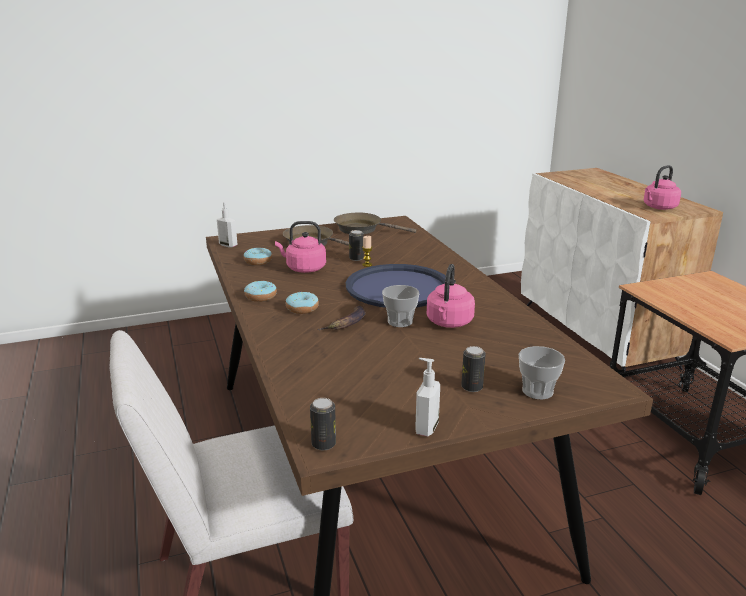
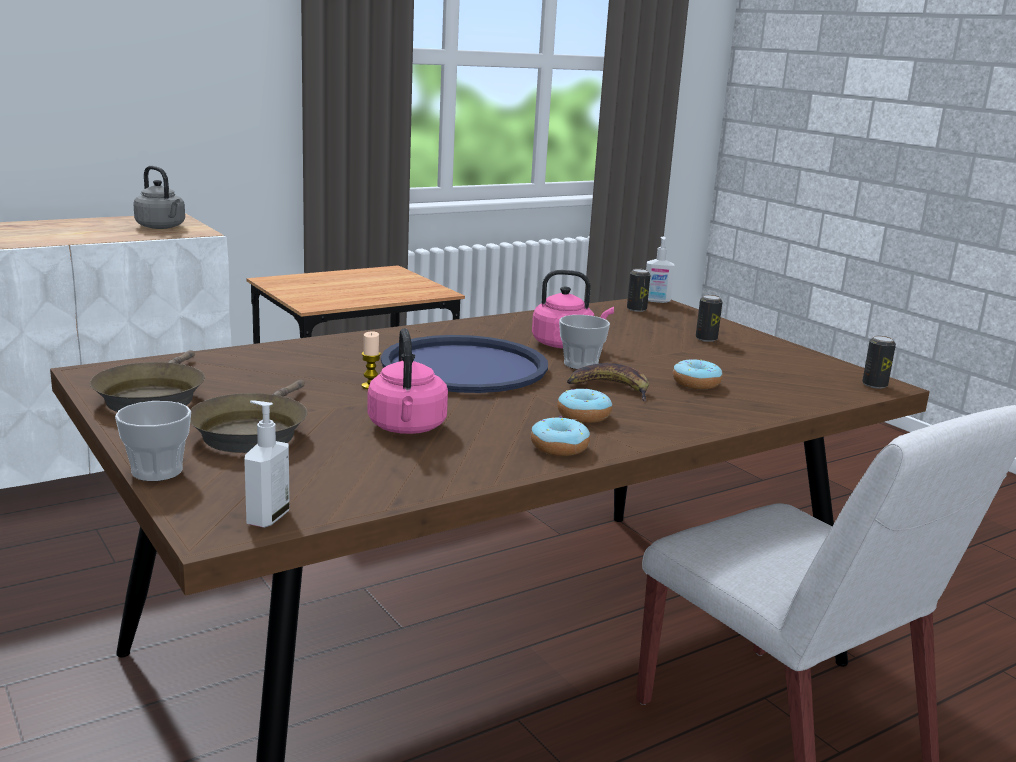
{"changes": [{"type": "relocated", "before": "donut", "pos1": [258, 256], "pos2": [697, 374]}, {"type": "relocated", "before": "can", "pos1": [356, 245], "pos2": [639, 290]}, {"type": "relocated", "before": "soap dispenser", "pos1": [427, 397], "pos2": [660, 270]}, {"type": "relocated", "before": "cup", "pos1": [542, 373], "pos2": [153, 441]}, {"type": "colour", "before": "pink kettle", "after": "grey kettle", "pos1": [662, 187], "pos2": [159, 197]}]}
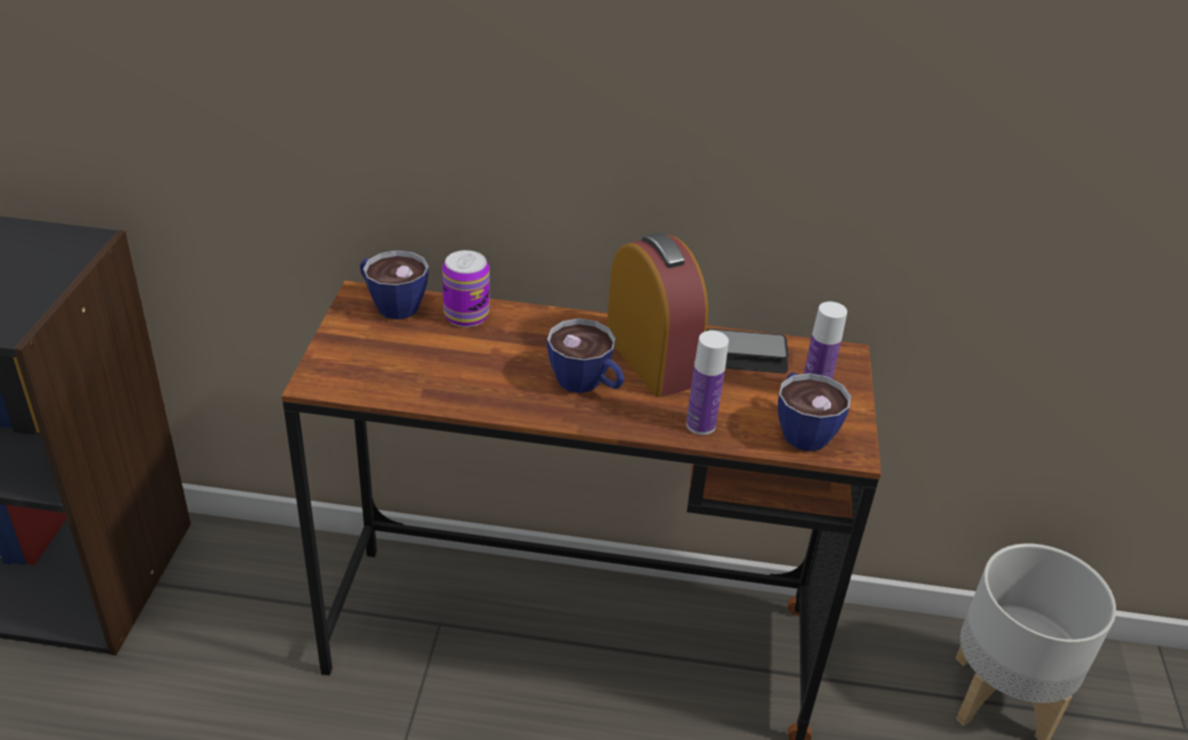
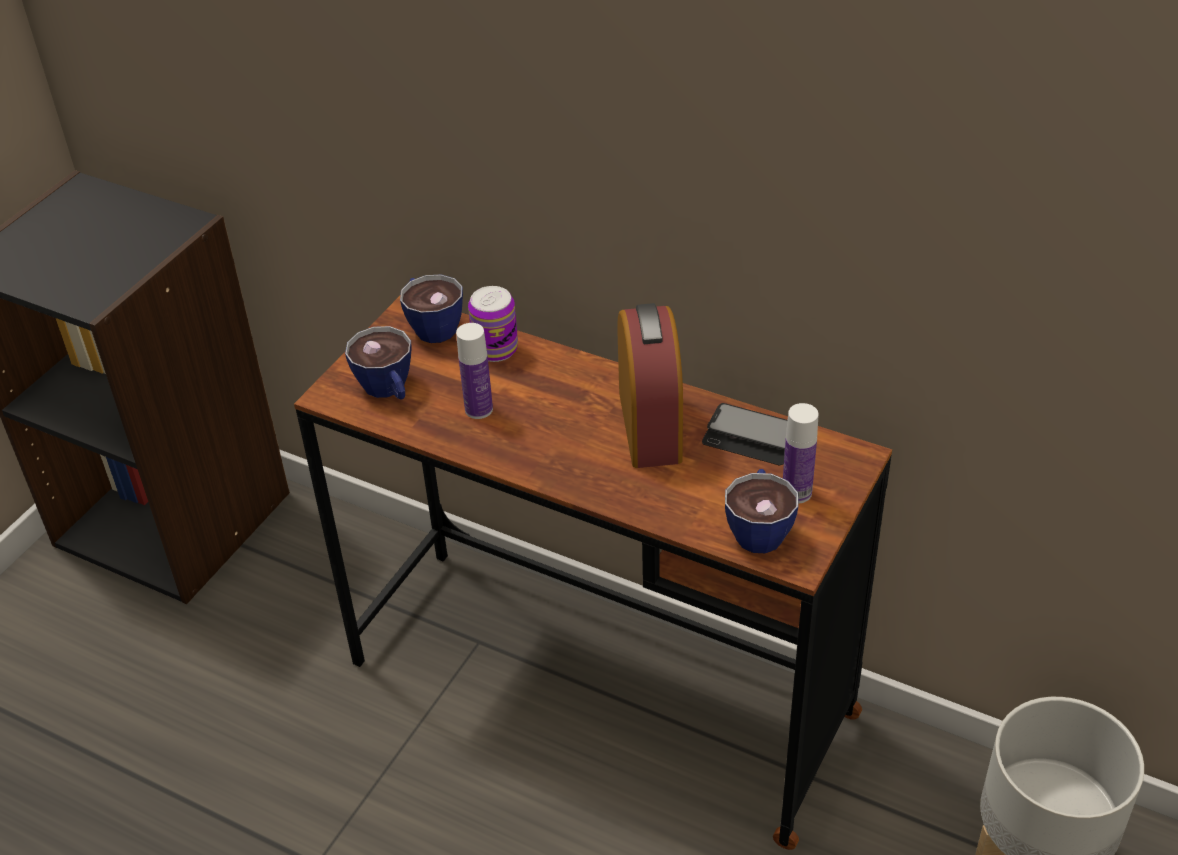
{"changes": [{"type": "relocated", "before": "cup", "pos1": [585, 355], "pos2": [378, 363]}, {"type": "relocated", "before": "bottle", "pos1": [707, 383], "pos2": [474, 371]}]}
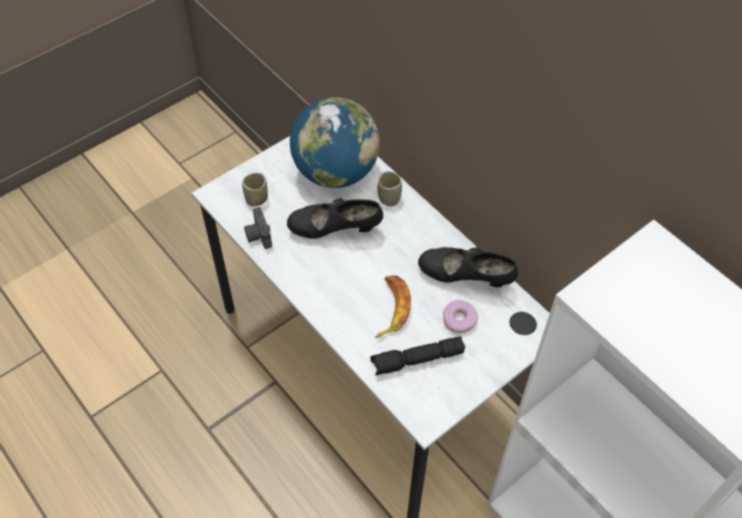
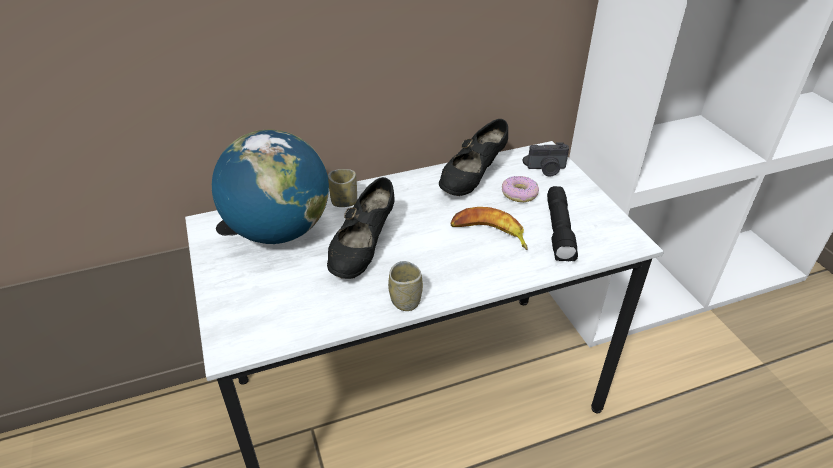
{"changes": [{"type": "relocated", "before": "cup", "pos1": [255, 190], "pos2": [405, 286]}, {"type": "relocated", "before": "photo camera", "pos1": [258, 228], "pos2": [548, 159]}]}
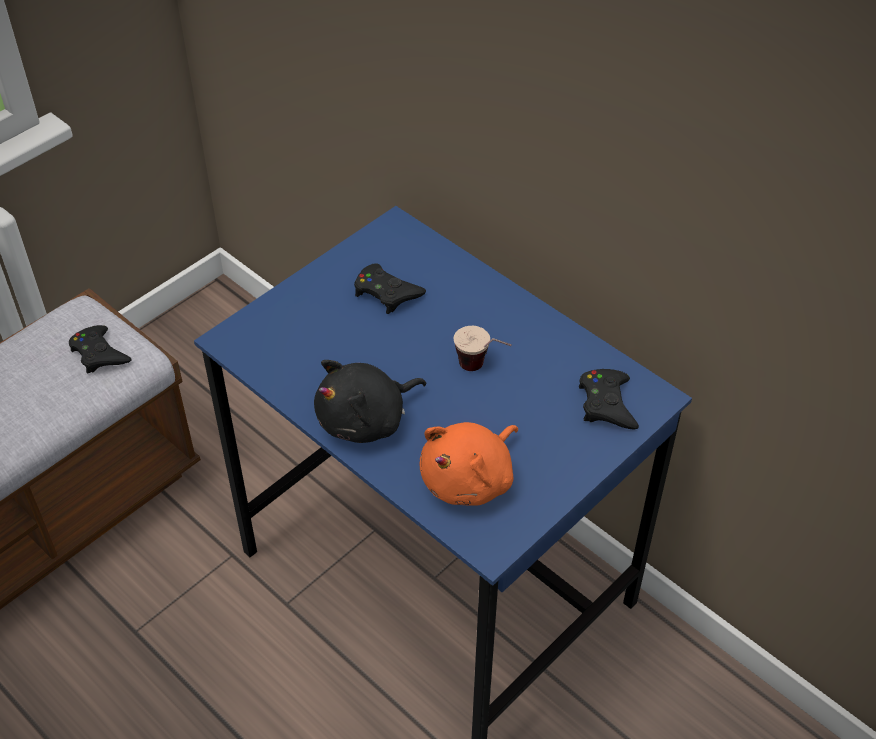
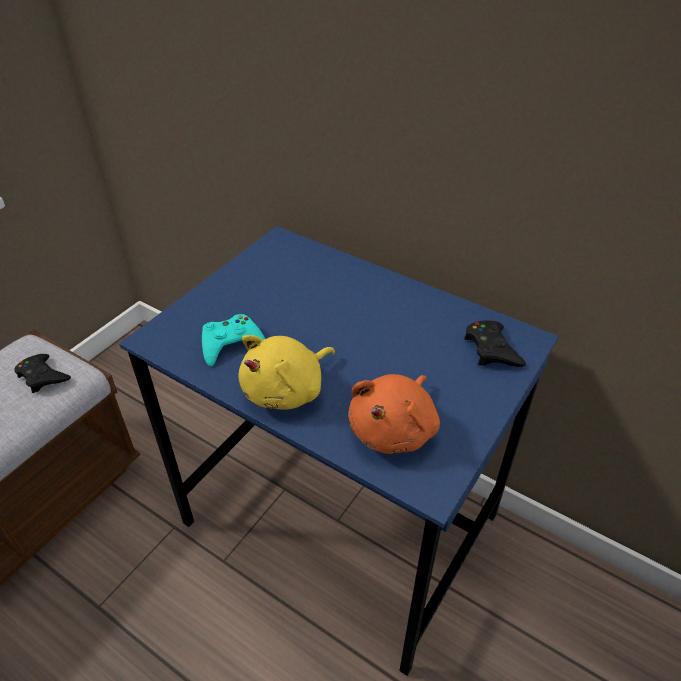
{"changes": [{"type": "colour", "before": "black plush toy", "after": "yellow plush toy", "pos1": [370, 401], "pos2": [286, 372]}, {"type": "missing", "before": "black game controller", "pos1": [390, 289]}, {"type": "missing", "before": "cup", "pos1": [483, 348]}, {"type": "appeared", "after": "turquoise game controller", "pos2": [233, 340]}]}
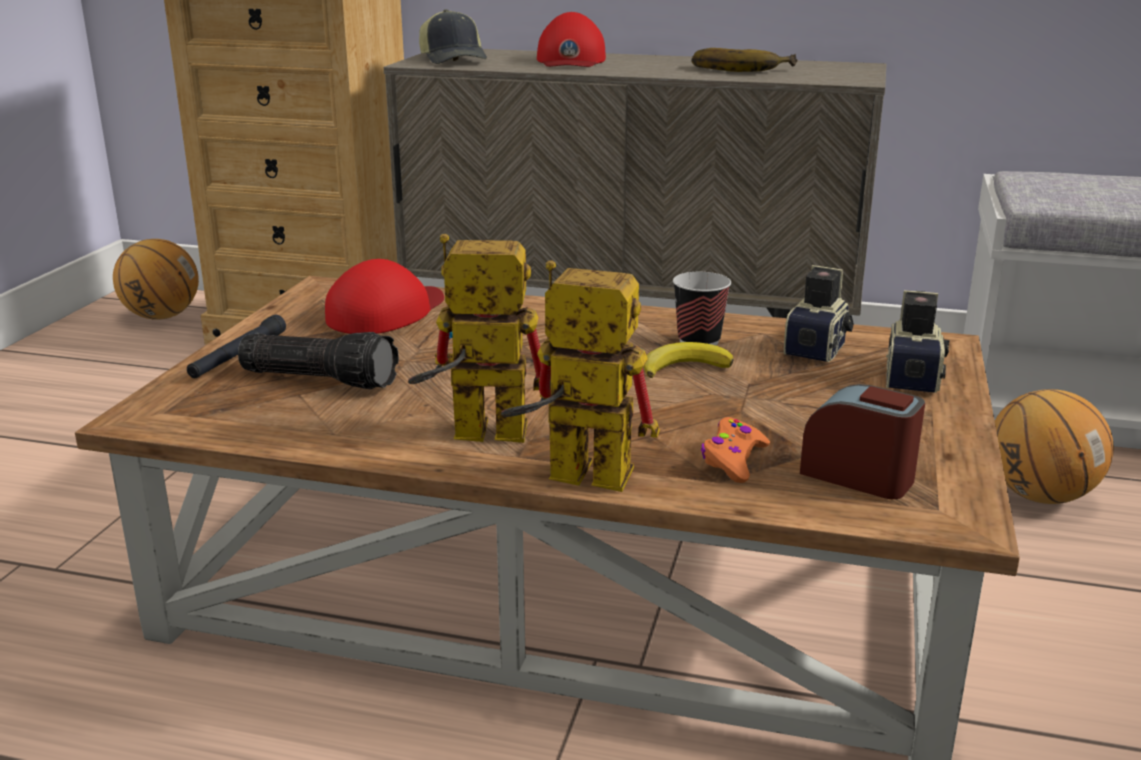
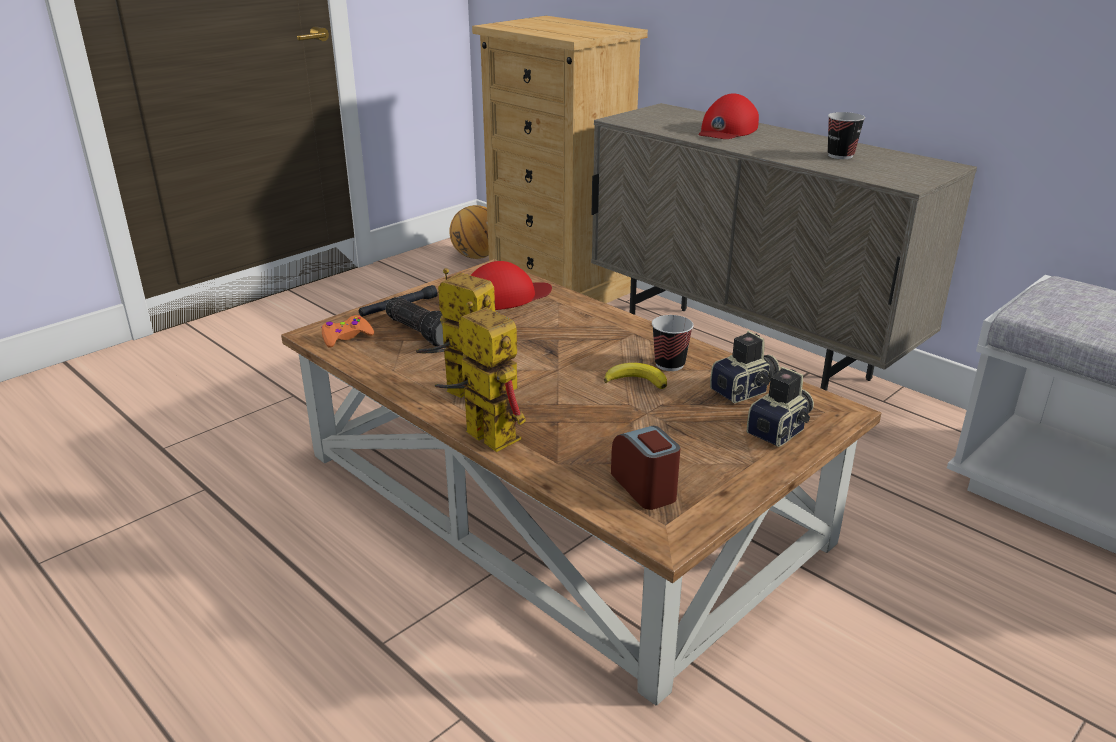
{"changes": [{"type": "missing", "before": "cap", "pos1": [453, 36]}, {"type": "exchanged", "before": "banana", "after": "cup", "pos1": [744, 60], "pos2": [846, 135]}, {"type": "relocated", "before": "orange game controller", "pos1": [735, 450], "pos2": [347, 331]}, {"type": "missing", "before": "basketball", "pos1": [1054, 446]}]}
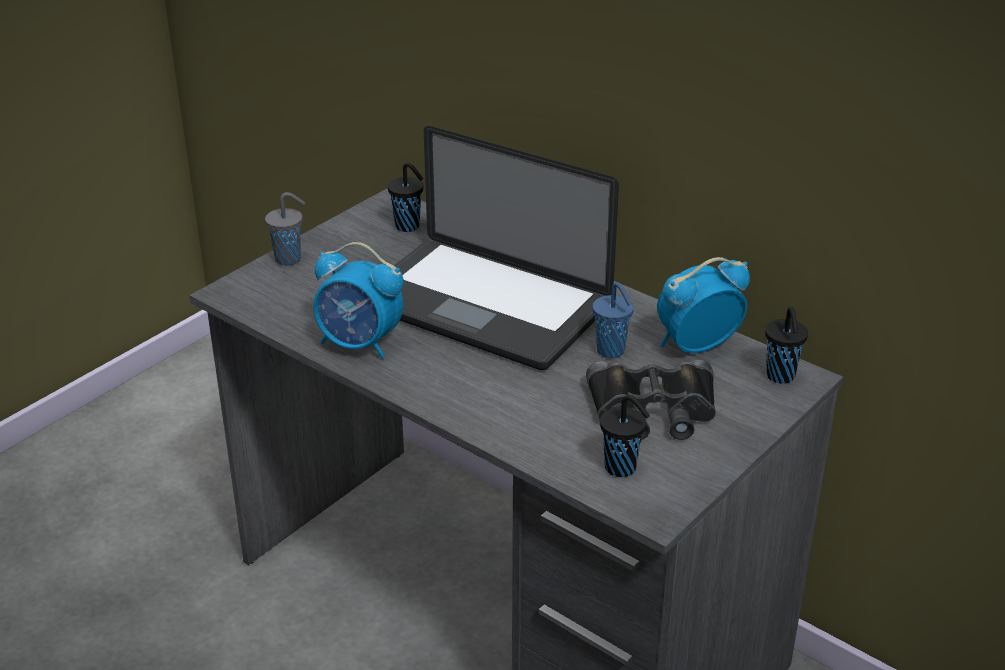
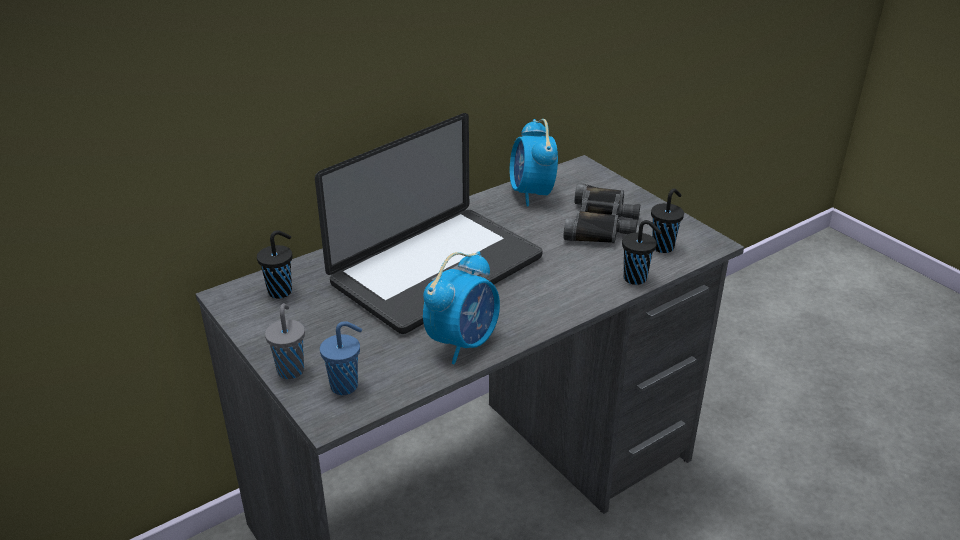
{"changes": [{"type": "relocated", "before": "blue cup", "pos1": [613, 320], "pos2": [341, 358]}, {"type": "relocated", "before": "black cup", "pos1": [786, 345], "pos2": [642, 252]}]}
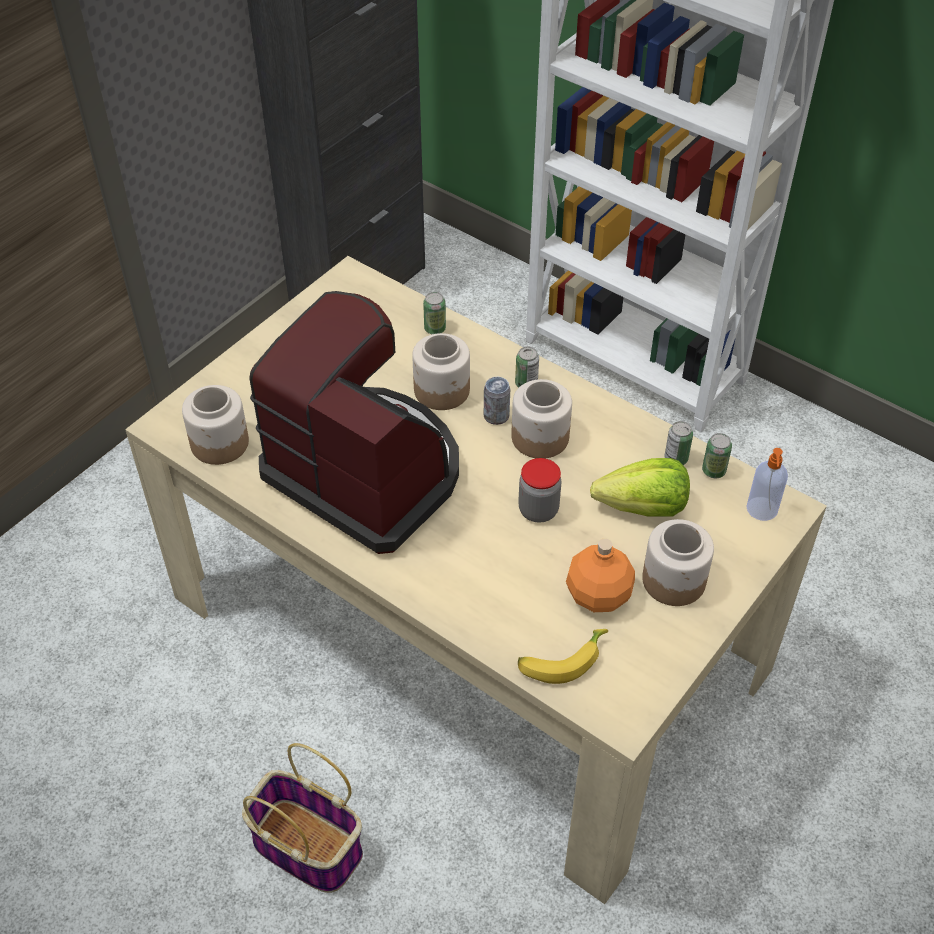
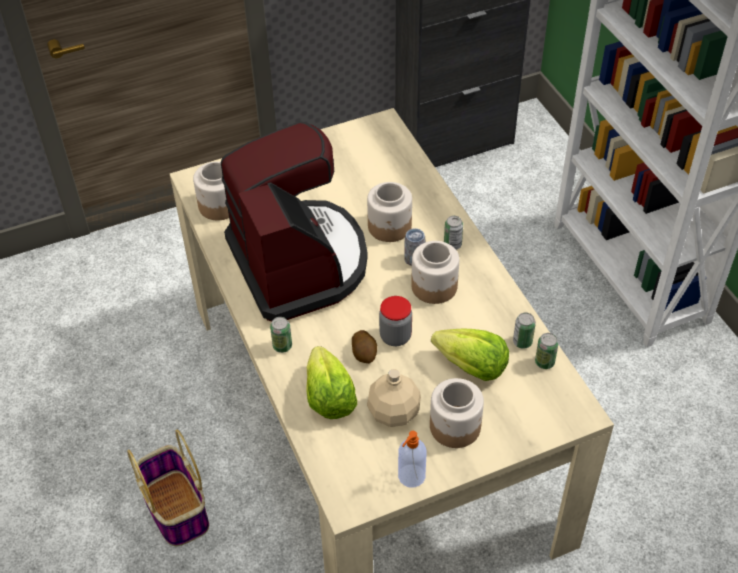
{"changes": [{"type": "relocated", "before": "can", "pos1": [434, 313], "pos2": [281, 335]}, {"type": "missing", "before": "banana", "pos1": [563, 656]}, {"type": "colour", "before": "orange bottle", "after": "beige bottle", "pos1": [600, 575], "pos2": [394, 398]}, {"type": "relocated", "before": "soap dispenser", "pos1": [767, 484], "pos2": [412, 459]}, {"type": "appeared", "after": "lettuce", "pos2": [331, 382]}, {"type": "appeared", "after": "potato", "pos2": [364, 346]}]}
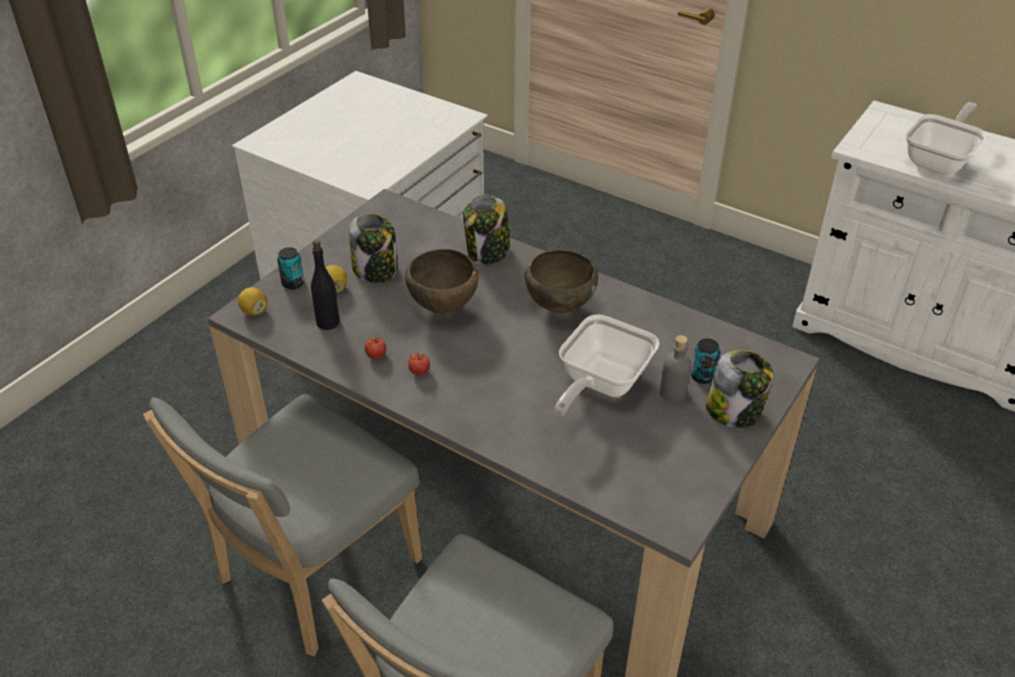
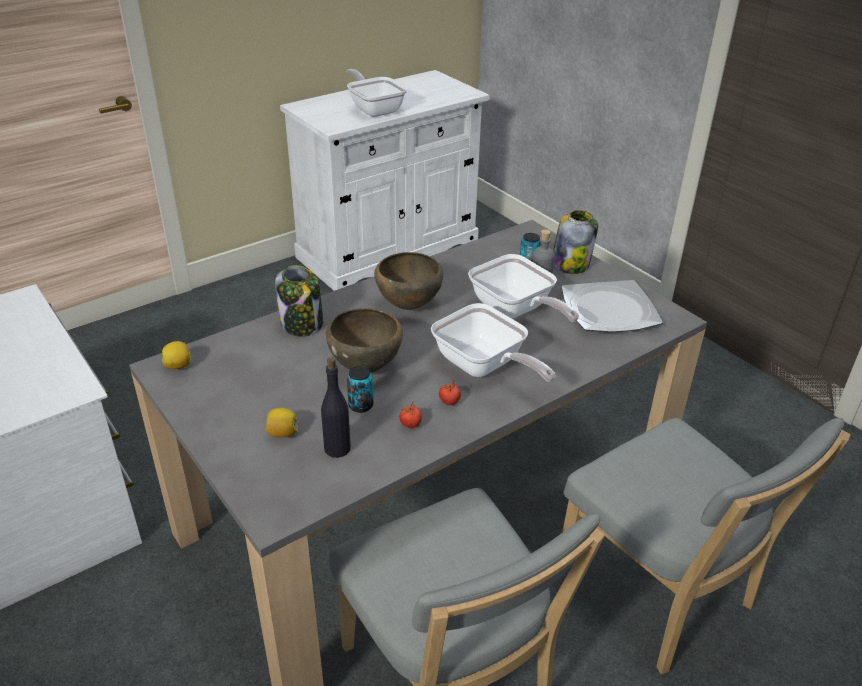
{"changes": [{"type": "relocated", "before": "lemon", "pos1": [253, 301], "pos2": [176, 355]}, {"type": "relocated", "before": "can", "pos1": [290, 268], "pos2": [360, 389]}, {"type": "missing", "before": "jar", "pos1": [373, 248]}, {"type": "appeared", "after": "frying pan", "pos2": [493, 342]}, {"type": "appeared", "after": "plate", "pos2": [612, 306]}]}
